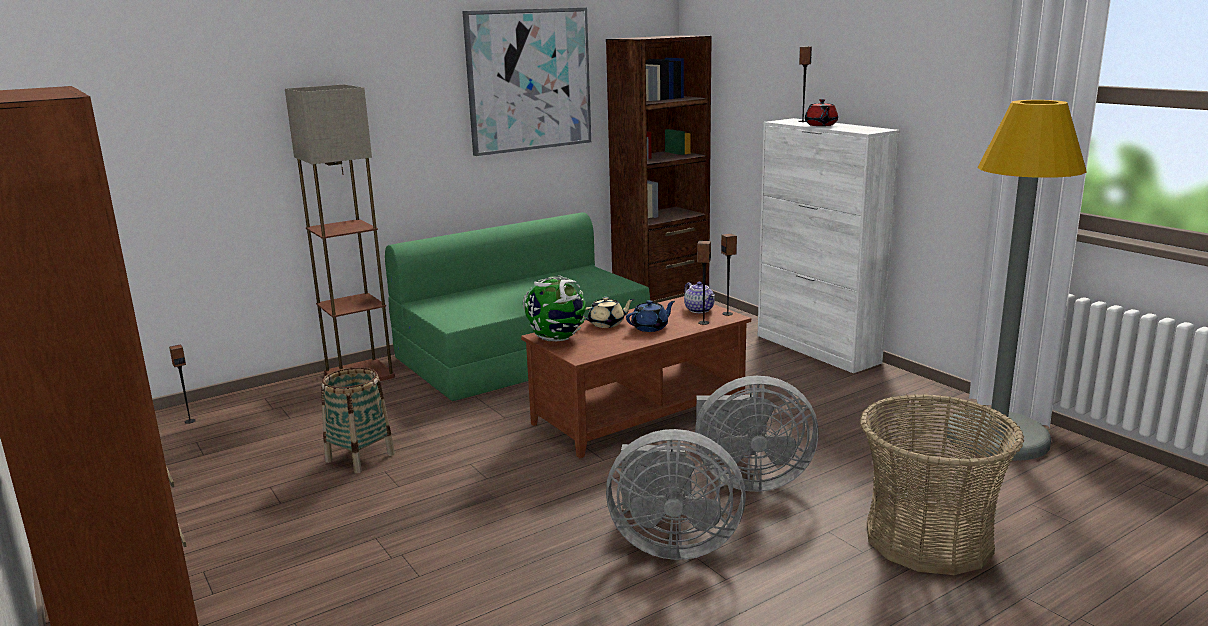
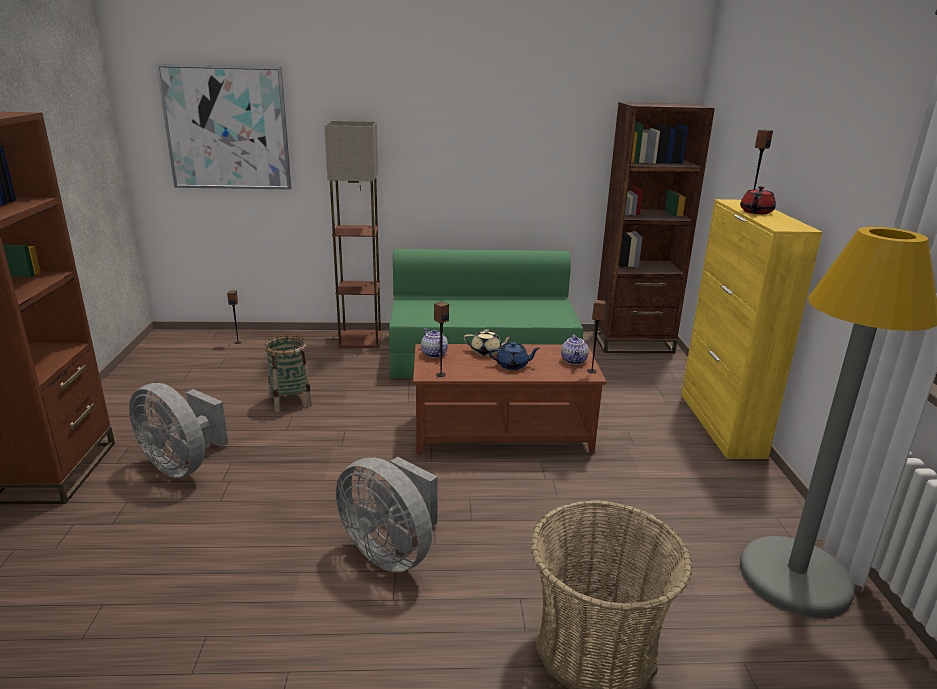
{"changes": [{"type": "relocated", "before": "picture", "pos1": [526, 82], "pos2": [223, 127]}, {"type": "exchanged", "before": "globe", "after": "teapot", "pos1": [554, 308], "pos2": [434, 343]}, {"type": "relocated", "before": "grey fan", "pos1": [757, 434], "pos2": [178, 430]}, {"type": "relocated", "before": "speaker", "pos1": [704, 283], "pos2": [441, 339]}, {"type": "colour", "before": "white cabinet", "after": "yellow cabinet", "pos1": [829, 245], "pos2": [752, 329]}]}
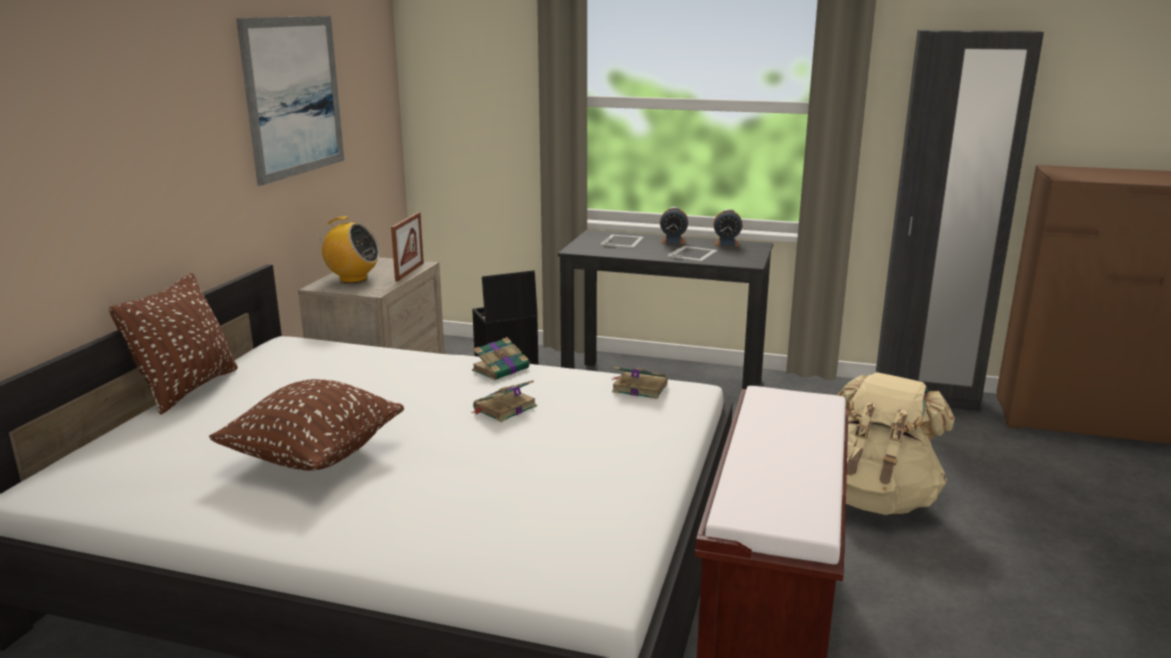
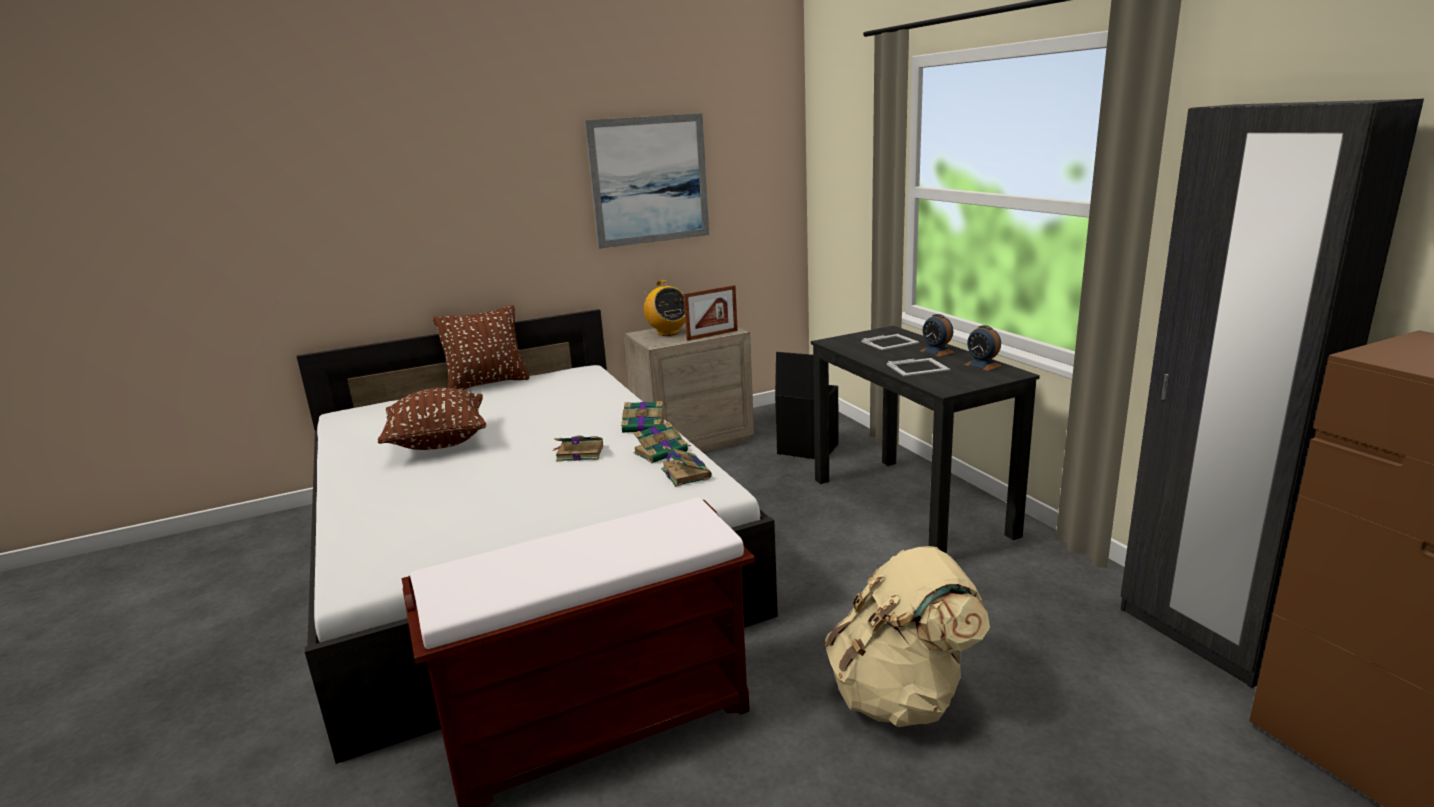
{"changes": [{"type": "appeared", "after": "book", "pos2": [662, 442]}]}
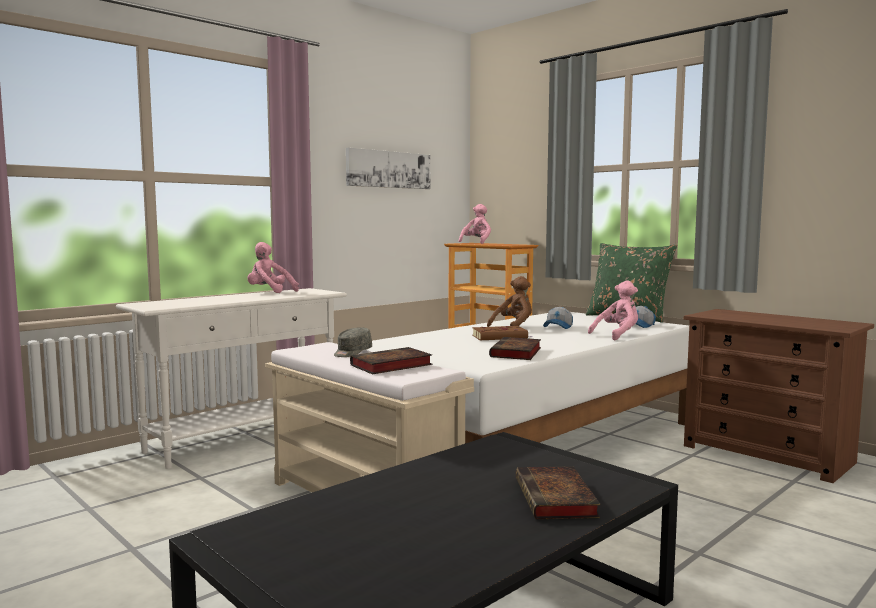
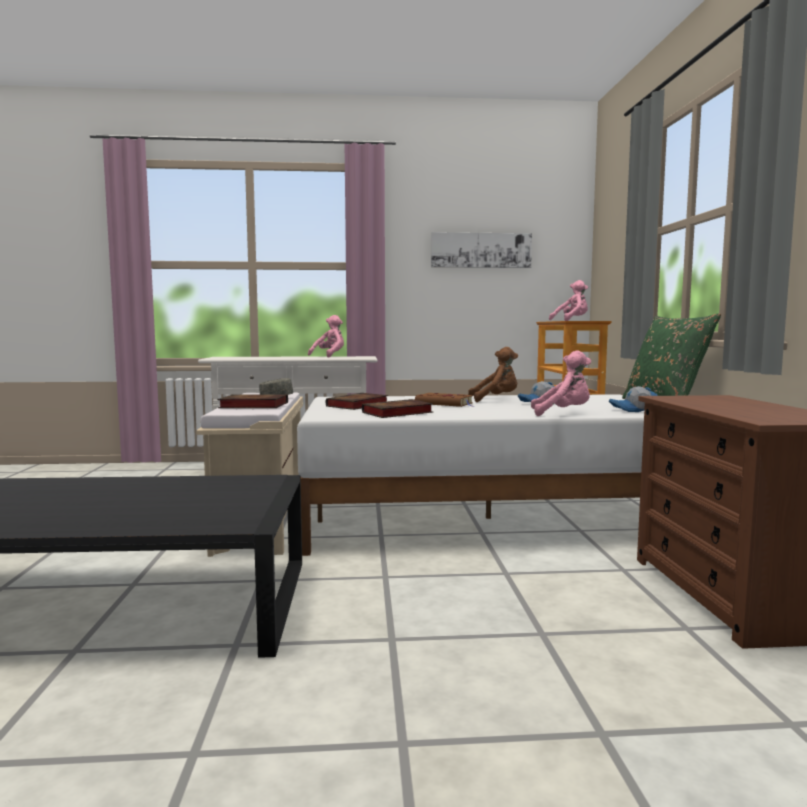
{"changes": [{"type": "spun", "before": "pink plush toy", "pos1": [273, 267], "pos2": [326, 336], "turn": 60}, {"type": "relocated", "before": "book", "pos1": [557, 492], "pos2": [357, 401]}]}
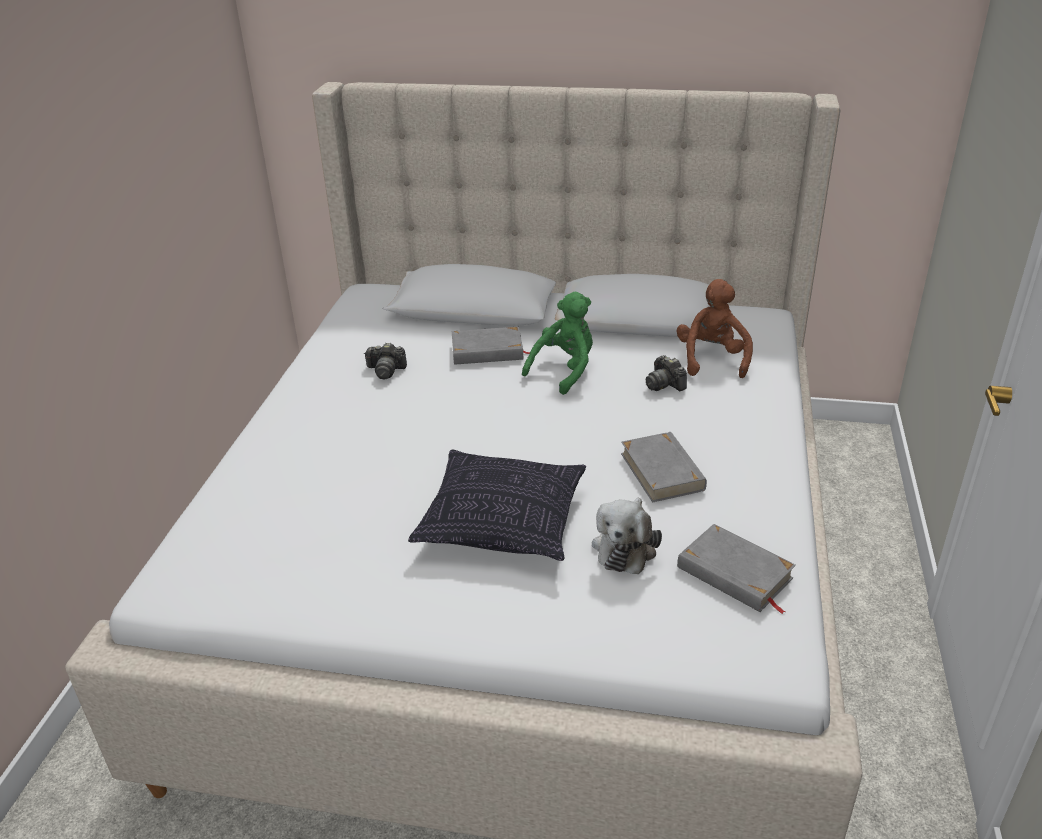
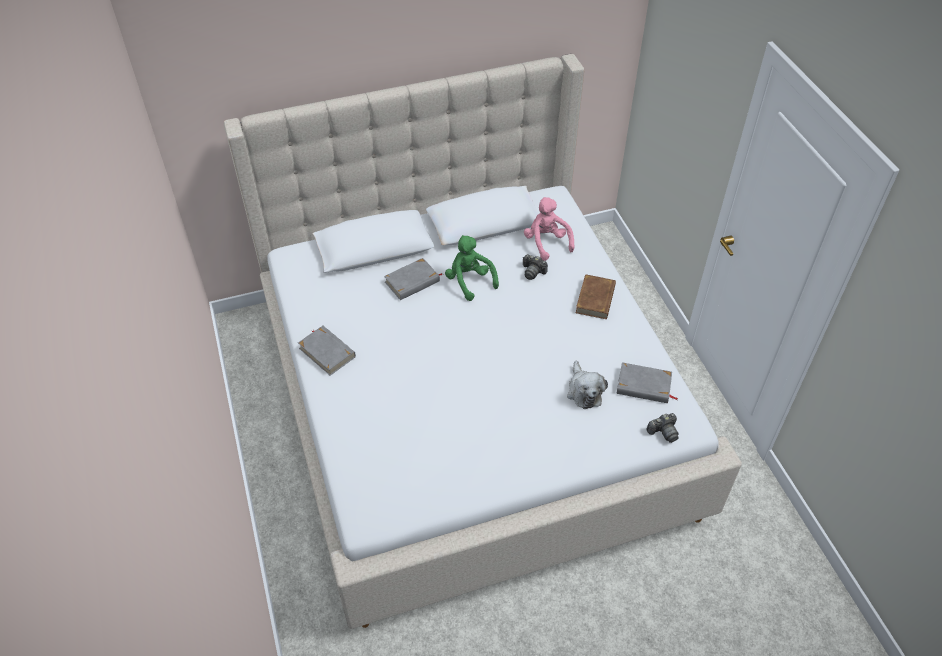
{"changes": [{"type": "relocated", "before": "photo camera", "pos1": [386, 361], "pos2": [662, 428]}, {"type": "missing", "before": "pillow", "pos1": [497, 505]}, {"type": "spun", "before": "green plush toy", "pos1": [557, 343], "pos2": [472, 268], "turn": -45}, {"type": "relocated", "before": "grey book", "pos1": [664, 467], "pos2": [327, 350]}, {"type": "colour", "before": "brown plush toy", "after": "pink plush toy", "pos1": [714, 328], "pos2": [549, 229]}, {"type": "appeared", "after": "brown book", "pos2": [596, 296]}]}
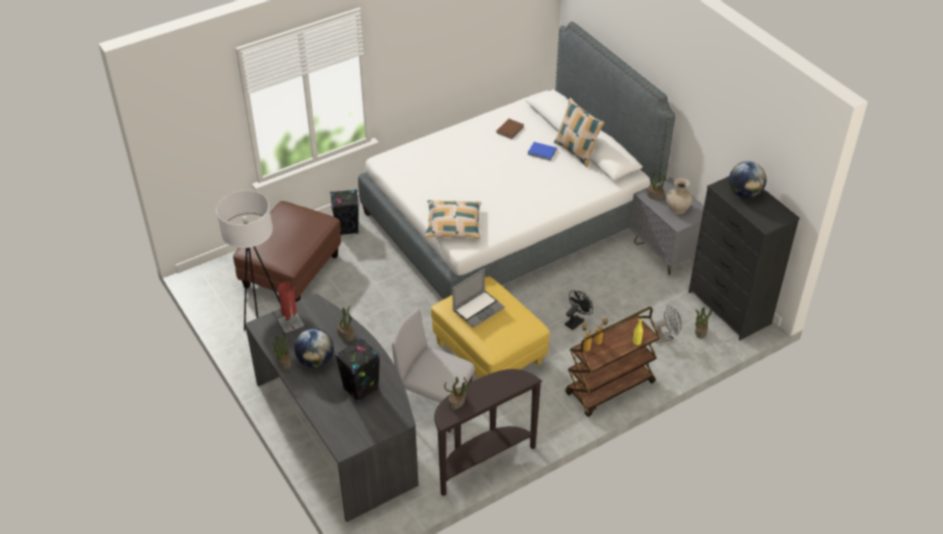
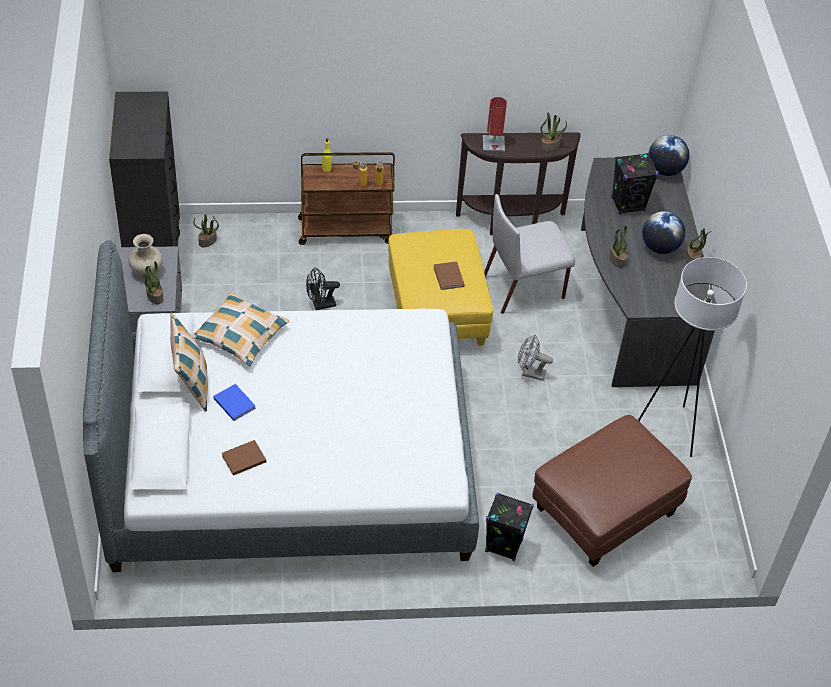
{"changes": [{"type": "relocated", "before": "red table lamp", "pos1": [291, 307], "pos2": [495, 124]}, {"type": "spun", "before": "grey chair", "pos1": [433, 371], "pos2": [529, 254], "turn": 105}, {"type": "relocated", "before": "pillow", "pos1": [453, 219], "pos2": [240, 329]}, {"type": "exchanged", "before": "laptop", "after": "brown book", "pos1": [478, 298], "pos2": [449, 275]}, {"type": "relocated", "before": "grey fan", "pos1": [667, 324], "pos2": [535, 358]}, {"type": "relocated", "before": "globe", "pos1": [747, 179], "pos2": [669, 155]}]}
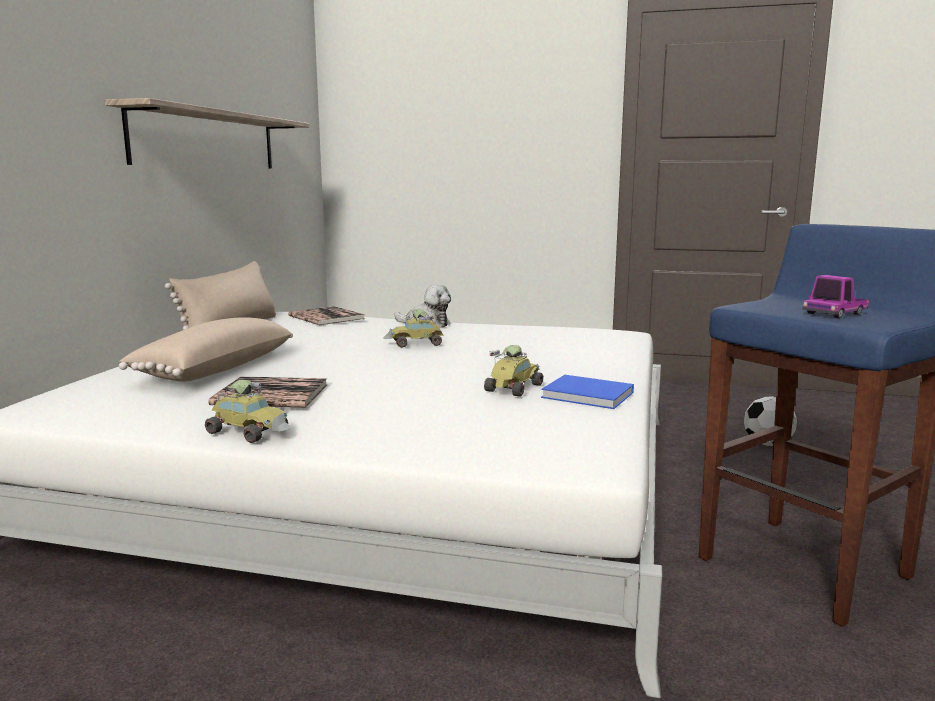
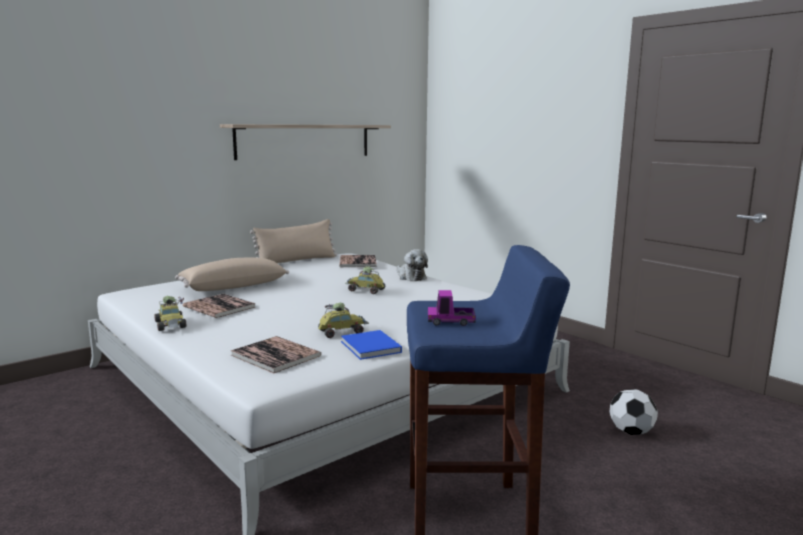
{"changes": [{"type": "appeared", "after": "book", "pos2": [276, 355]}]}
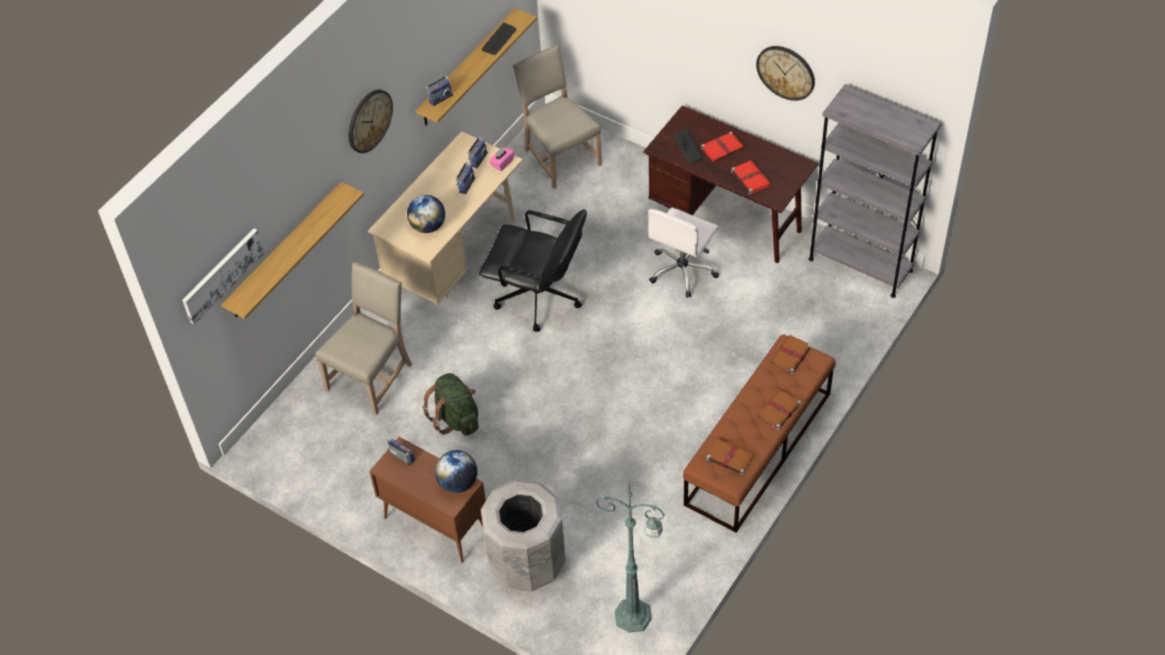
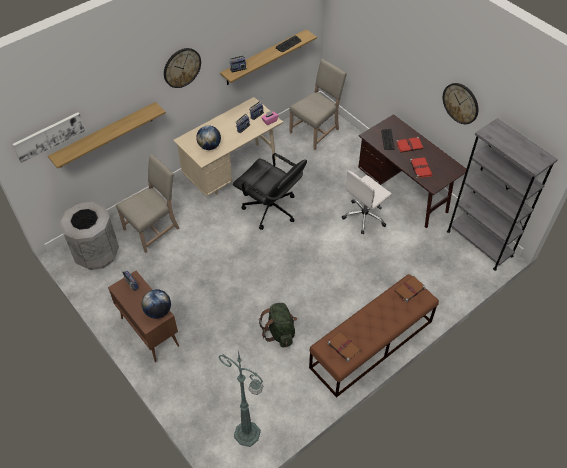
{"changes": [{"type": "relocated", "before": "green backpack", "pos1": [450, 404], "pos2": [278, 325]}, {"type": "relocated", "before": "grey trash can", "pos1": [523, 535], "pos2": [89, 235]}, {"type": "spun", "before": "beige chair", "pos1": [557, 117], "pos2": [318, 104], "turn": 60}, {"type": "missing", "before": "brown book", "pos1": [779, 409]}]}
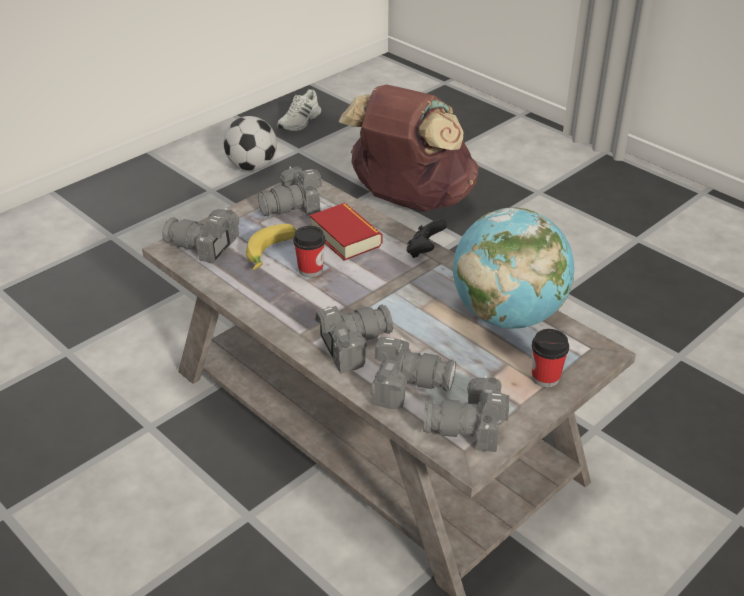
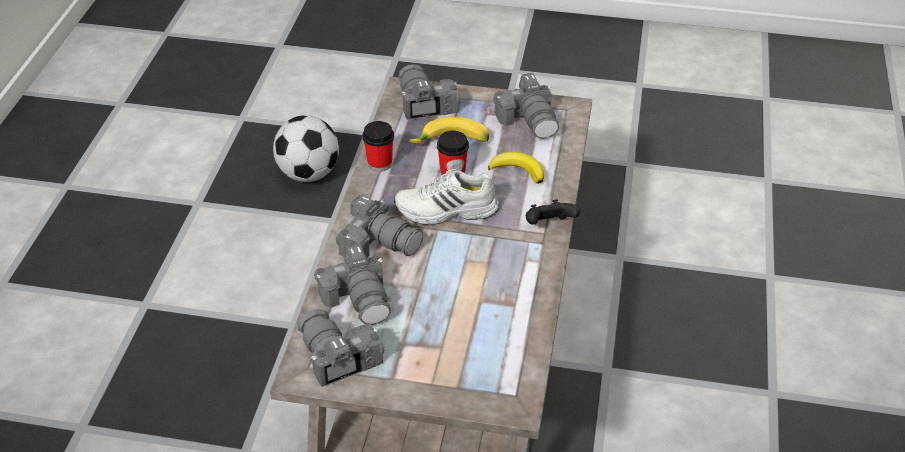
{"changes": [{"type": "relocated", "before": "football", "pos1": [250, 143], "pos2": [306, 148]}, {"type": "spun", "before": "photo camera", "pos1": [290, 191], "pos2": [526, 106], "turn": -135}, {"type": "relocated", "before": "white shoe", "pos1": [299, 110], "pos2": [446, 197]}, {"type": "exchanged", "before": "book", "after": "banana", "pos1": [346, 232], "pos2": [516, 168]}, {"type": "missing", "before": "brown backpack", "pos1": [408, 147]}, {"type": "missing", "before": "globe", "pos1": [513, 268]}, {"type": "relocated", "before": "cup", "pos1": [550, 358], "pos2": [378, 146]}]}
